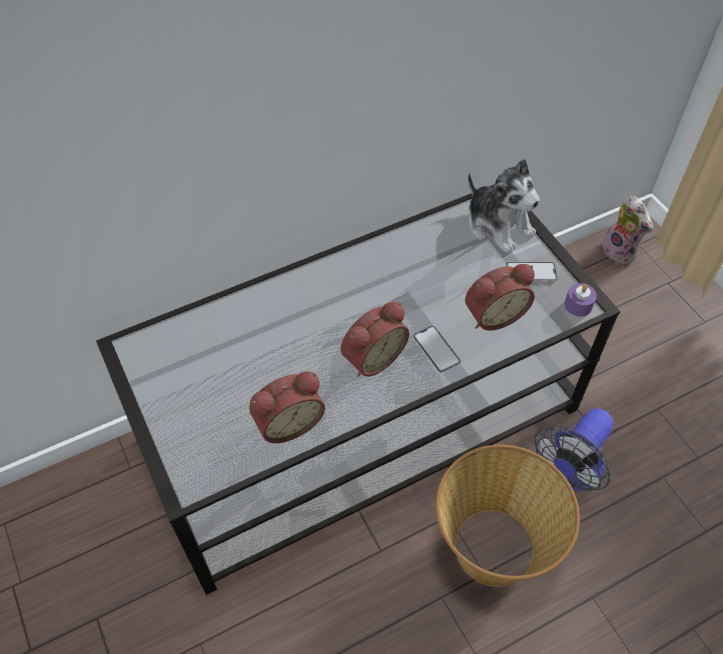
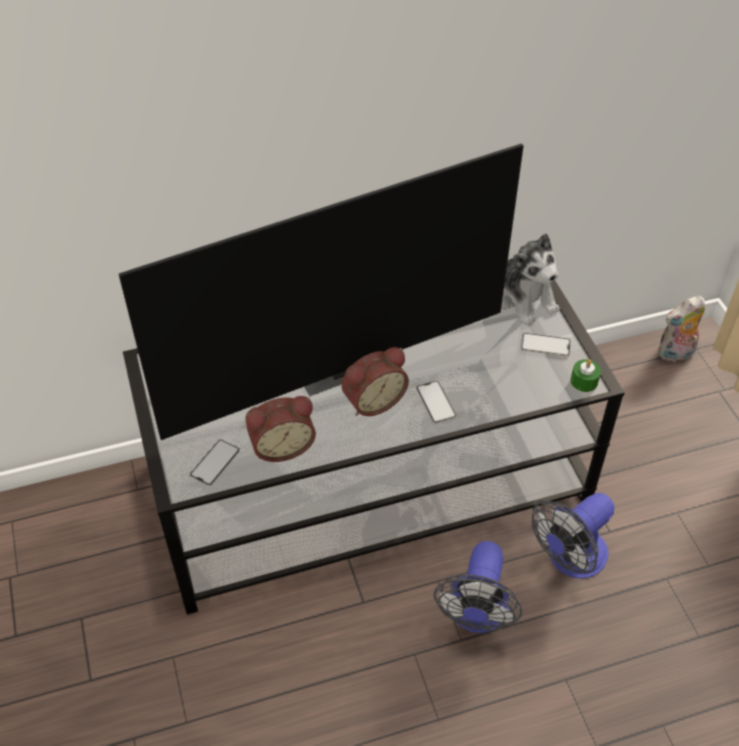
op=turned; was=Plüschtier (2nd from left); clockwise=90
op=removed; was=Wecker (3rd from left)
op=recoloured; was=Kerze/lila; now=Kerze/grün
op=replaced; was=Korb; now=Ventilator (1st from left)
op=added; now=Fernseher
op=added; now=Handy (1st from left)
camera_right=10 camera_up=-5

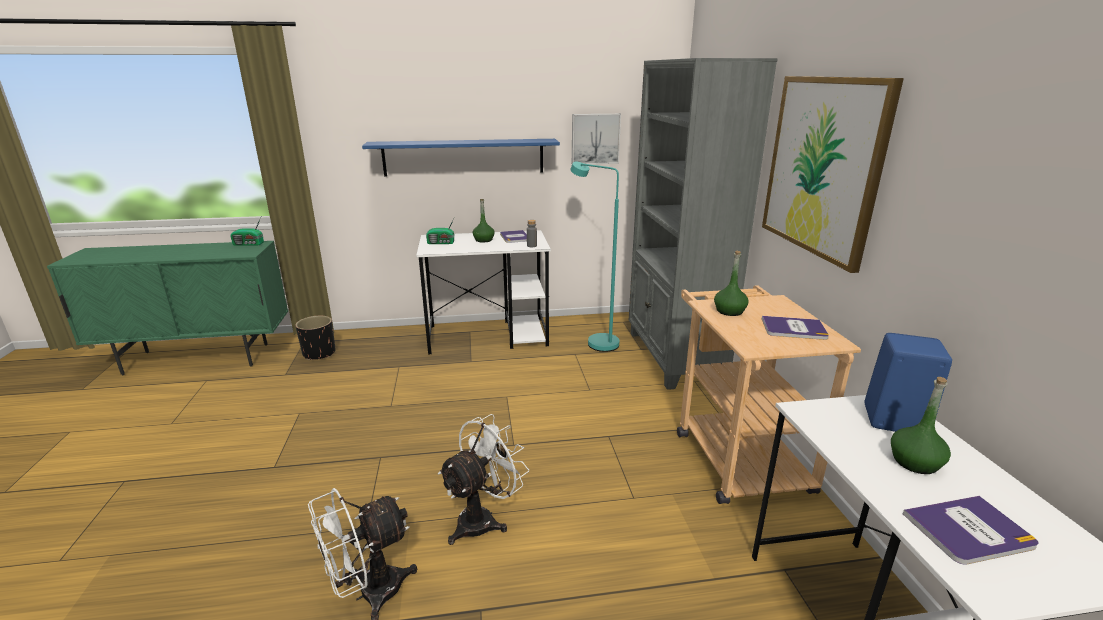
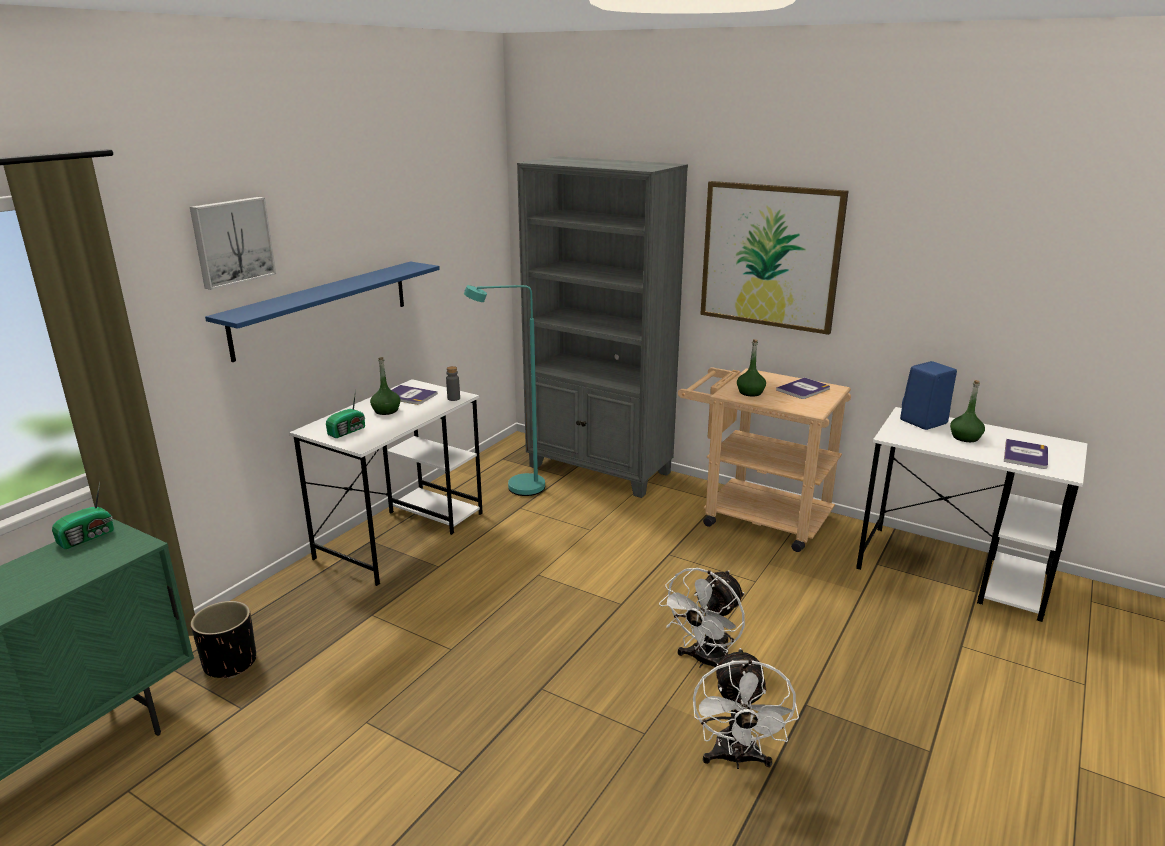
op=moved; was=Bild (1st from left)
op=turned; was=Ventilator/weiß (2nd from left in the first image); clockwise=-135
camera_right=-50 camera_up=0

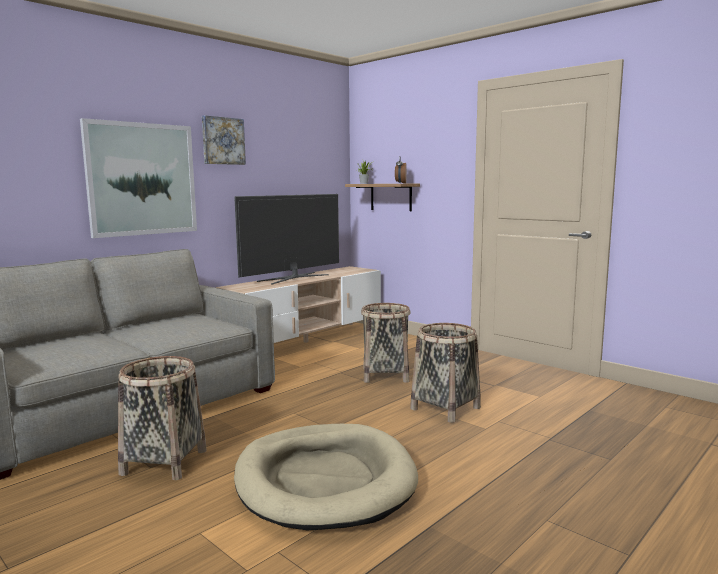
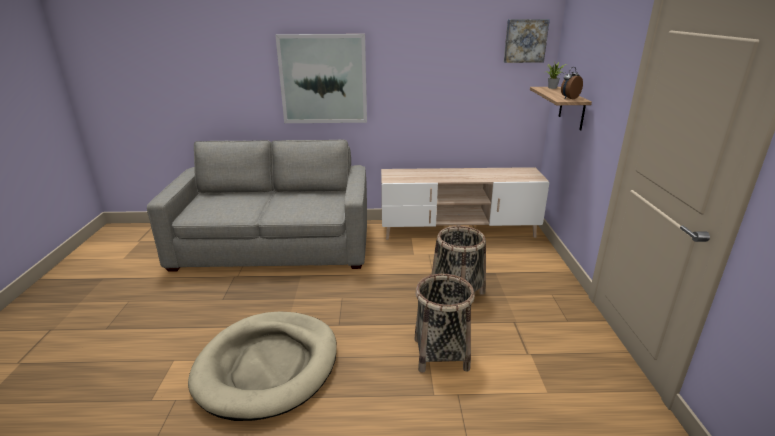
op=moved; was=Bild (2nd from left)
op=removed; was=Fernseher
op=removed; was=Korb (1st from left)
camera_right=45 camera_up=15

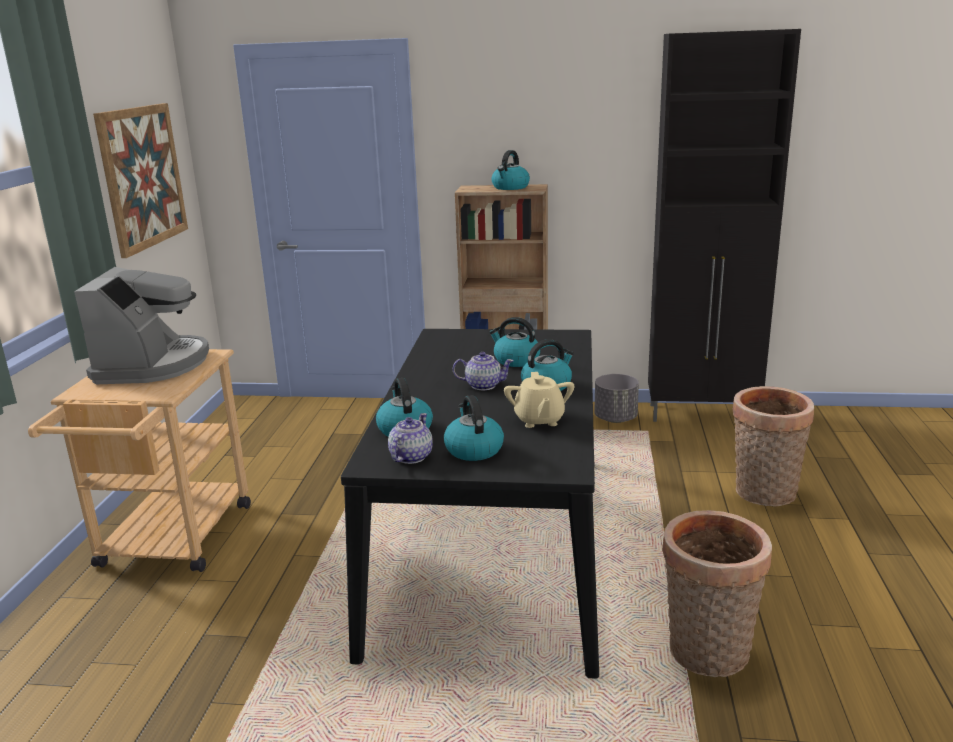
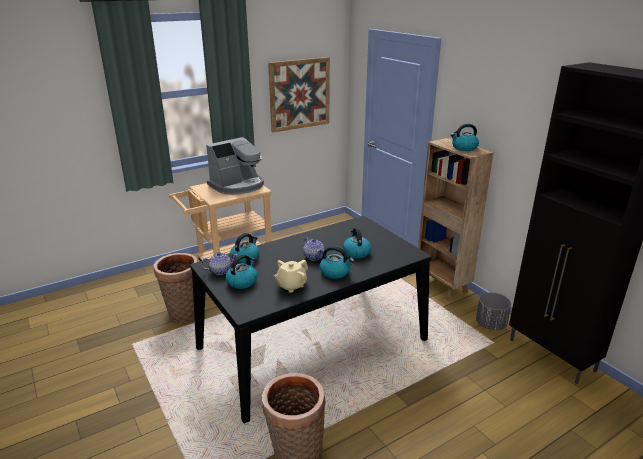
op=moved; was=Korb (2nd from left in the first image); now=Korb (1st from left)
camera_right=50 camera_up=5

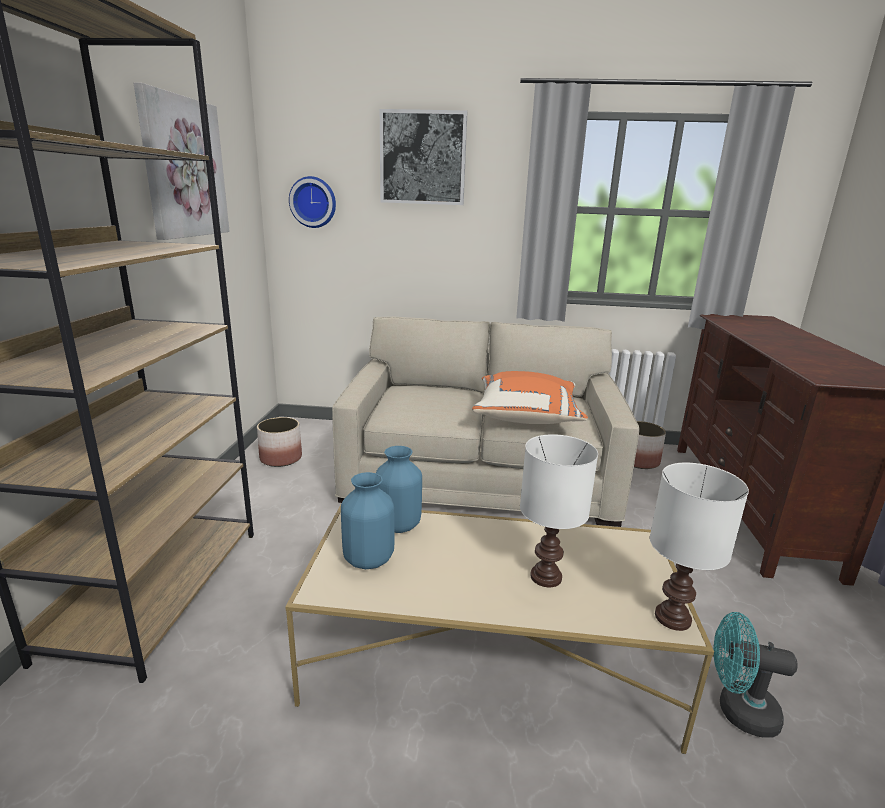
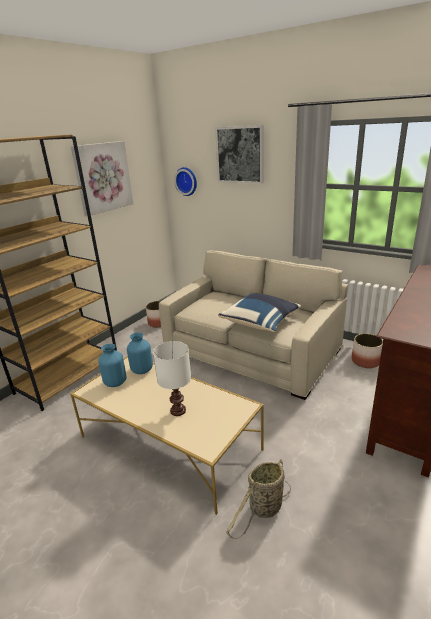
op=recoloured; was=Kissen/orange; now=Kissen/blau
op=removed; was=Tischlampe/weiß (2nd from left)
op=replaced; was=Ventilator/türkis; now=Korb
camera_right=30 camera_up=5

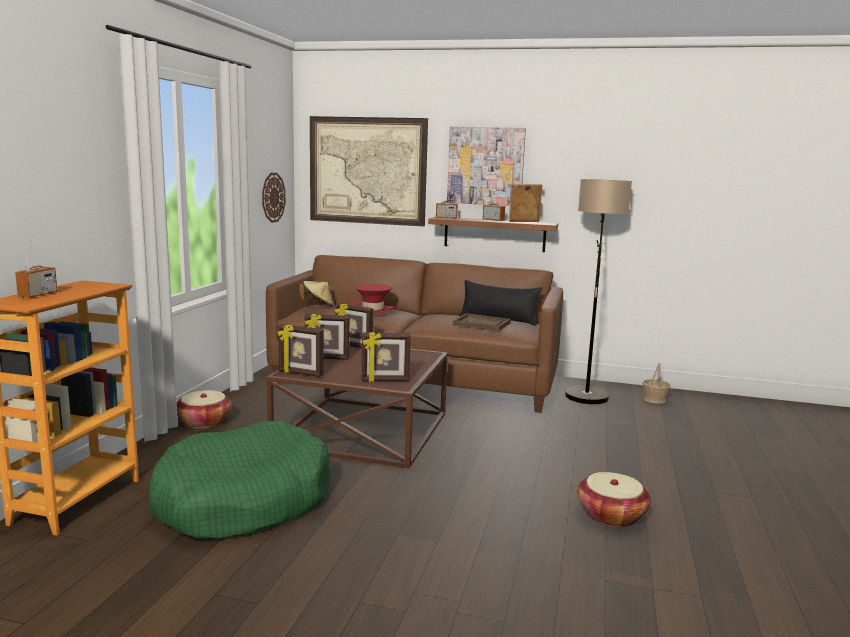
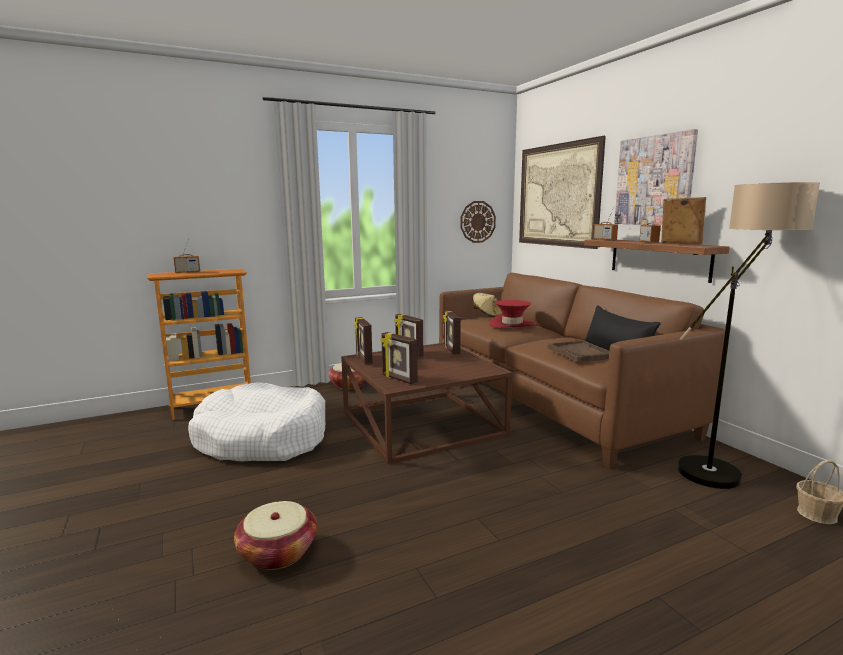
op=recoloured; was=Hundebett/grün; now=Hundebett/weiß
op=moved; was=Korb (2nd from left in the first image); now=Korb (1st from left)
camera_right=50 camera_up=0

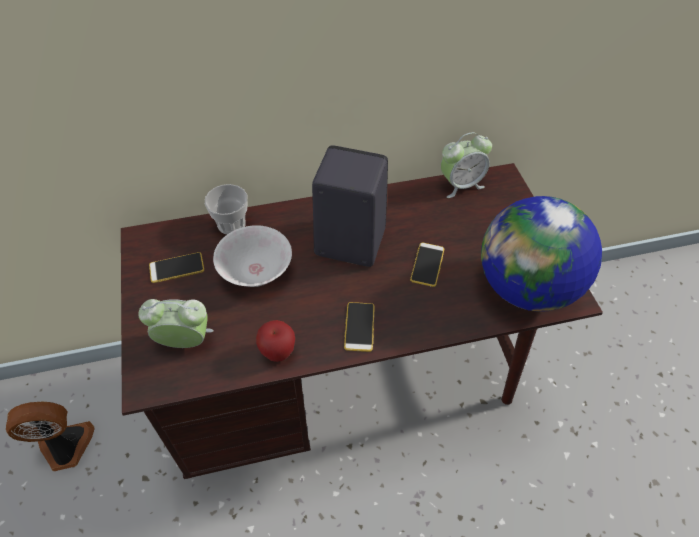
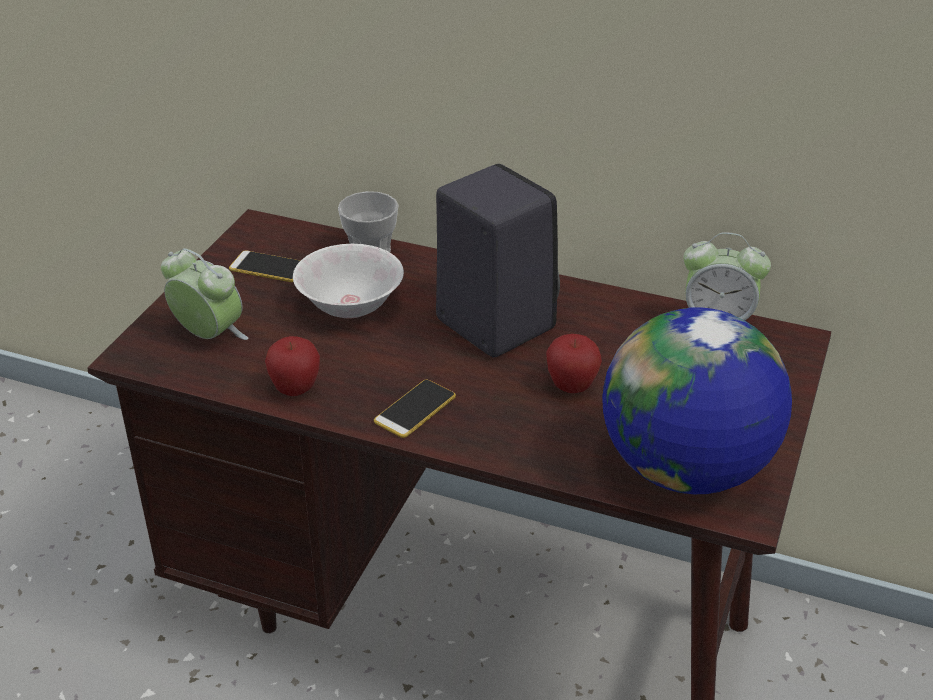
op=replaced; was=Handy (3rd from left); now=Apfel (2nd from left)
op=removed; was=Ventilator
camera_right=35 camera_up=-15

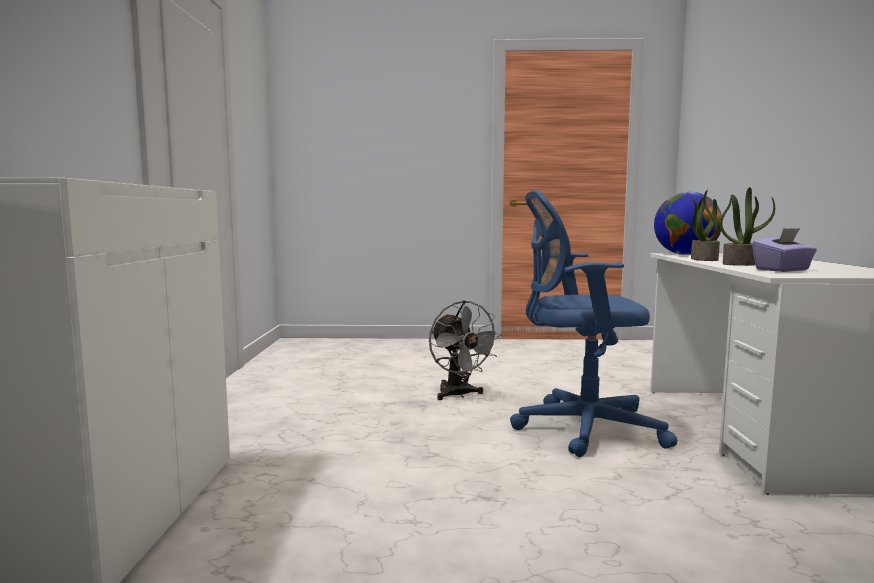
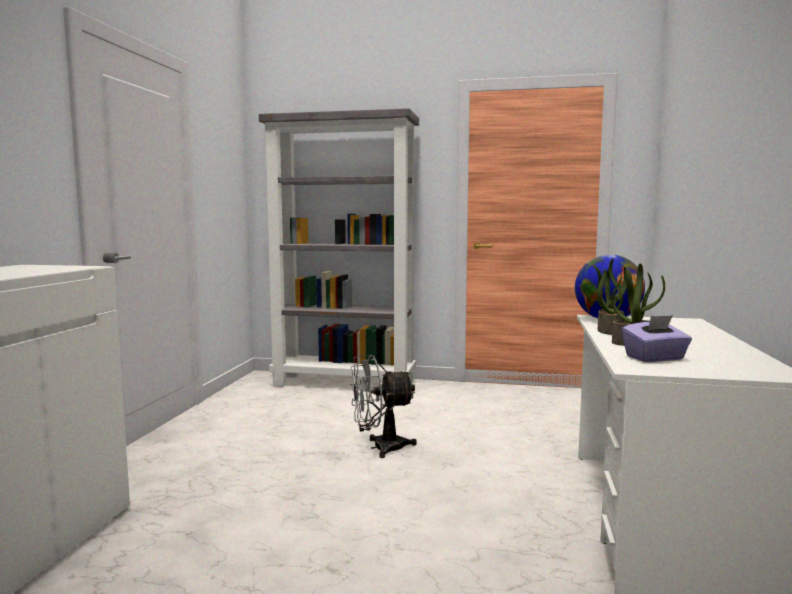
op=removed; was=Bürostuhl/blau
op=turned; was=Ventilator/grau; clockwise=90
op=added; now=Bücherregal/grau
camera_right=10 camera_up=0

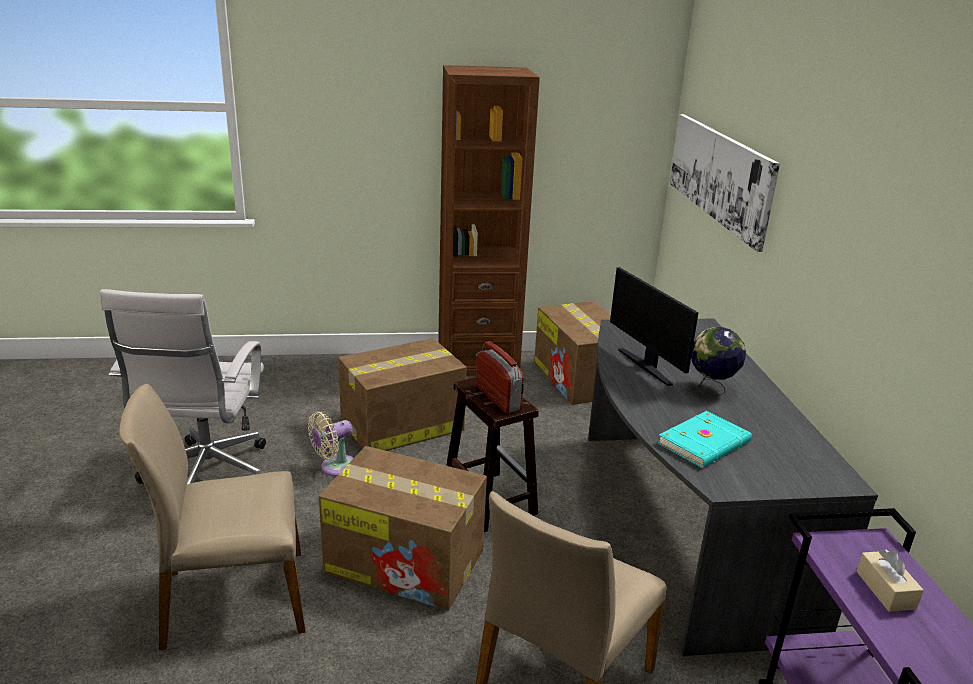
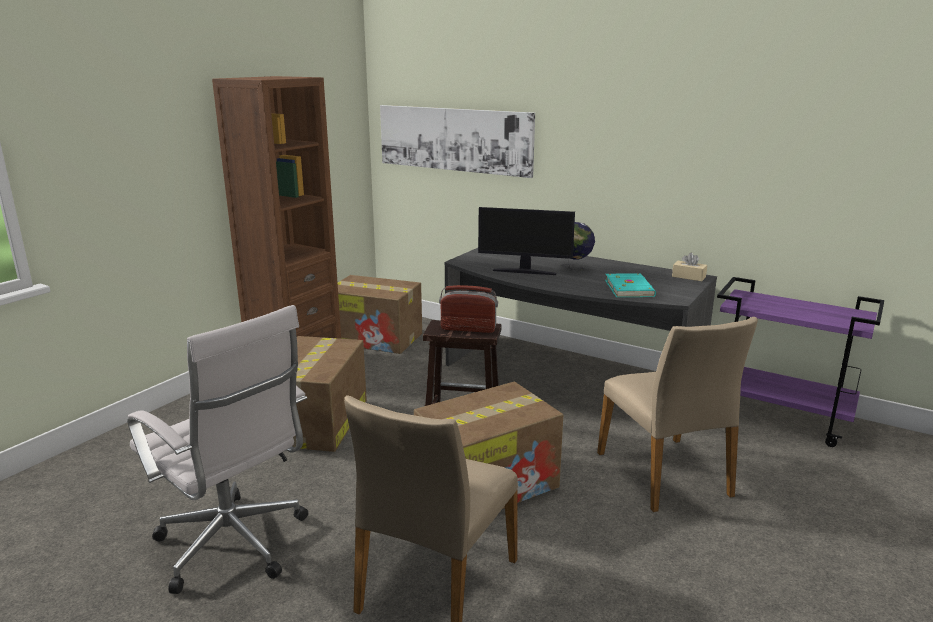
op=removed; was=Ventilator/beige
op=moved; was=Taschentuchbox/beige
camera_right=-50 camera_up=-5

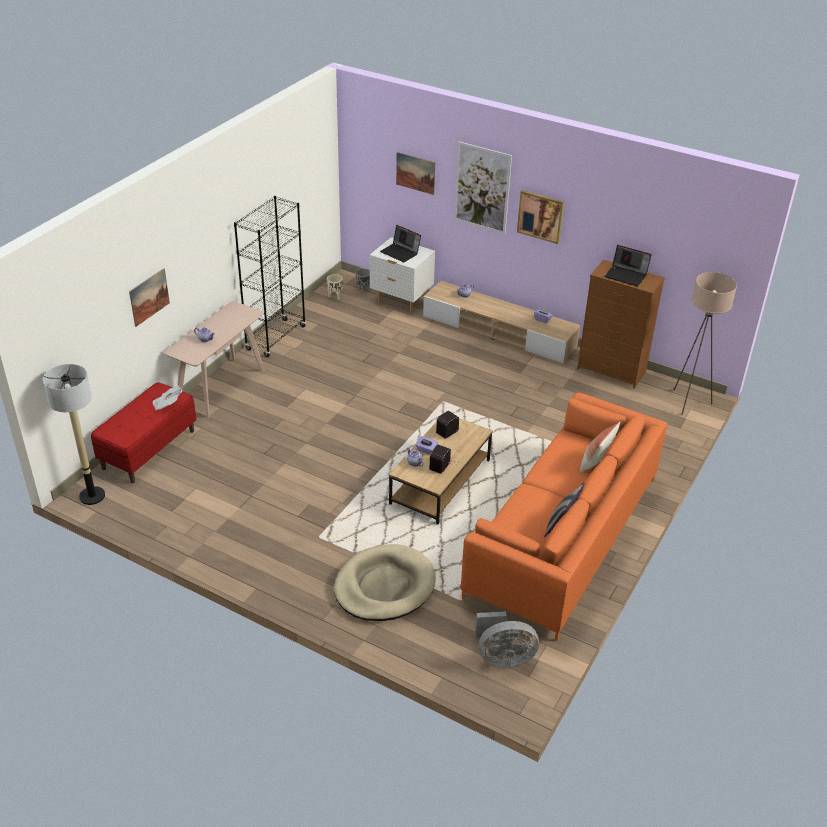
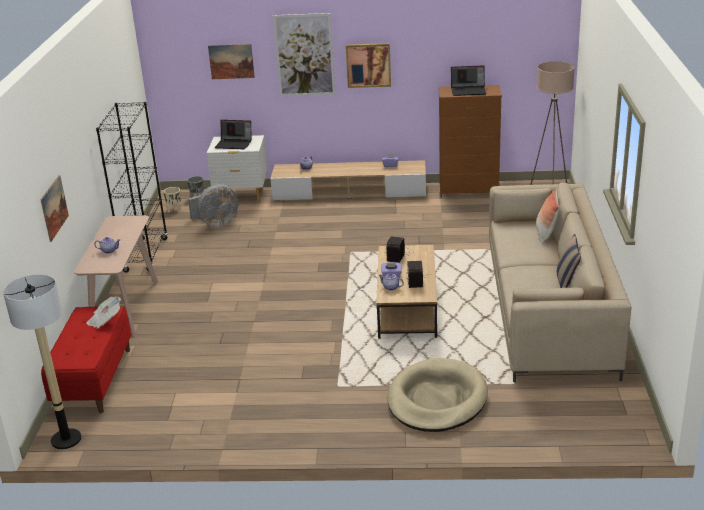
op=recoloured; was=Sofa/orange; now=Sofa/beige
op=moved; was=Ventilator/grau
camera_right=-25 camera_up=-10

